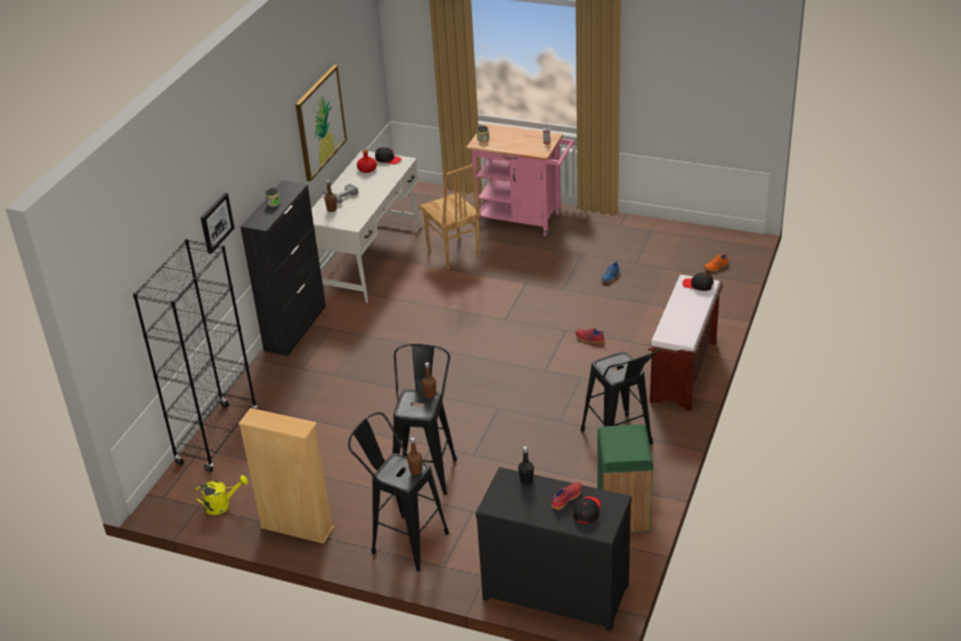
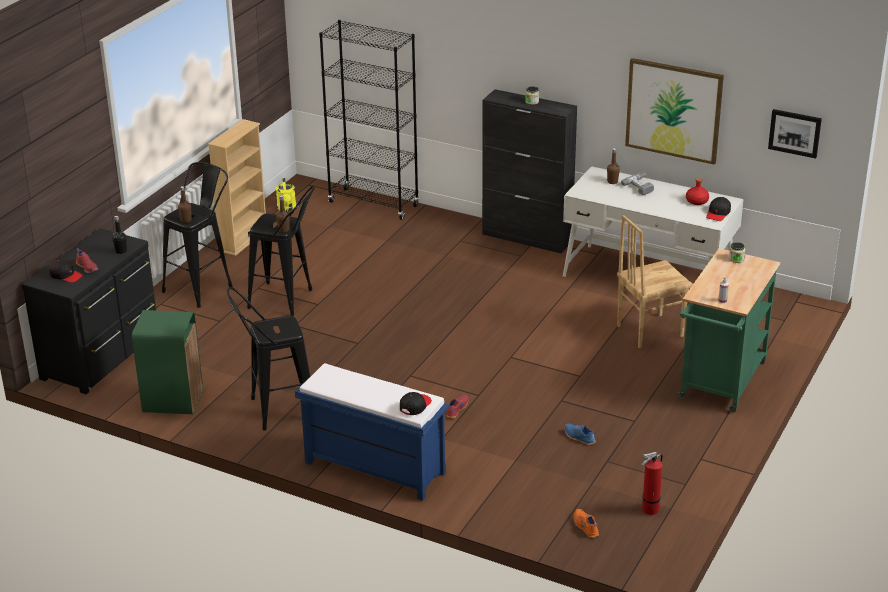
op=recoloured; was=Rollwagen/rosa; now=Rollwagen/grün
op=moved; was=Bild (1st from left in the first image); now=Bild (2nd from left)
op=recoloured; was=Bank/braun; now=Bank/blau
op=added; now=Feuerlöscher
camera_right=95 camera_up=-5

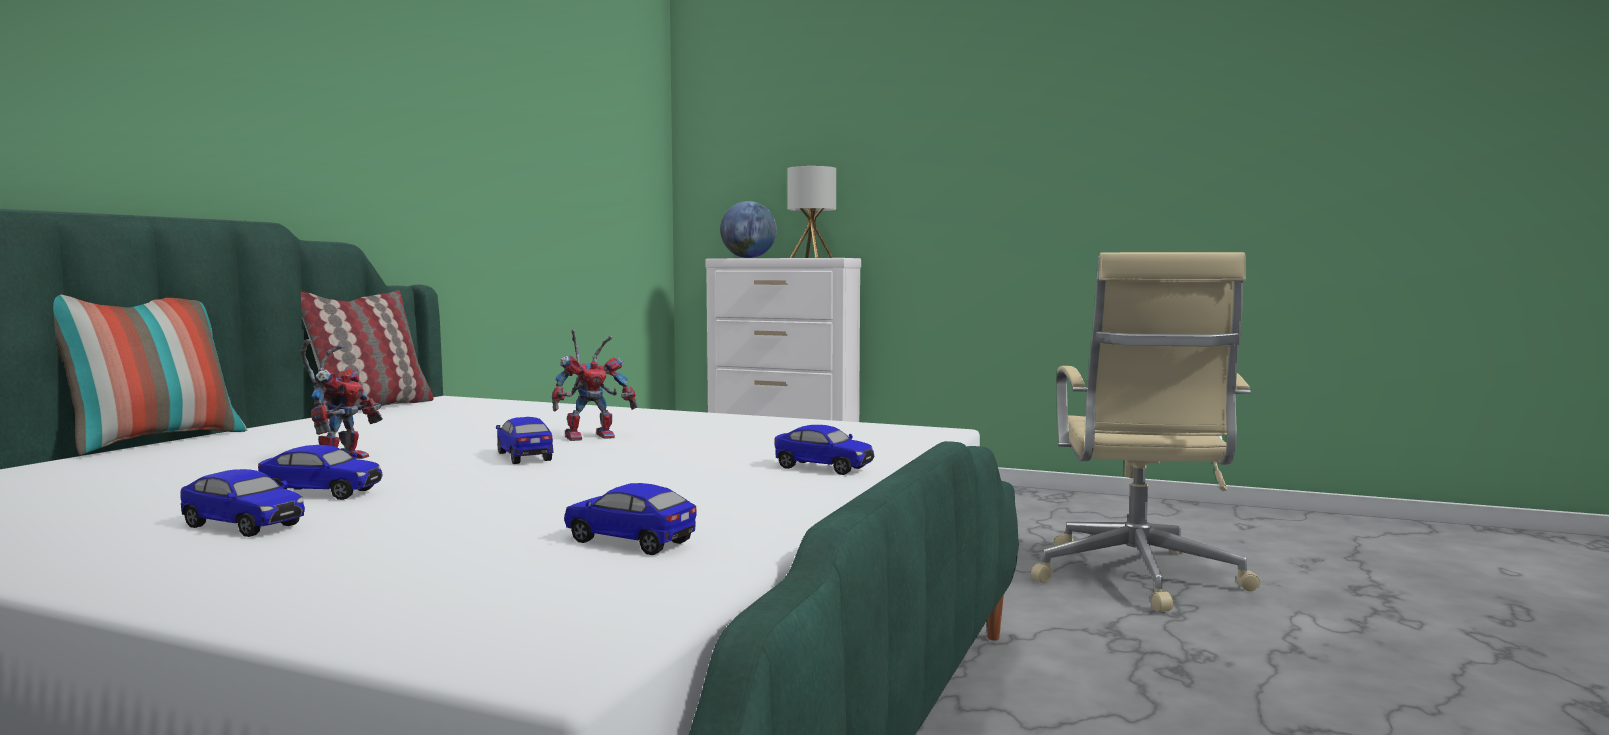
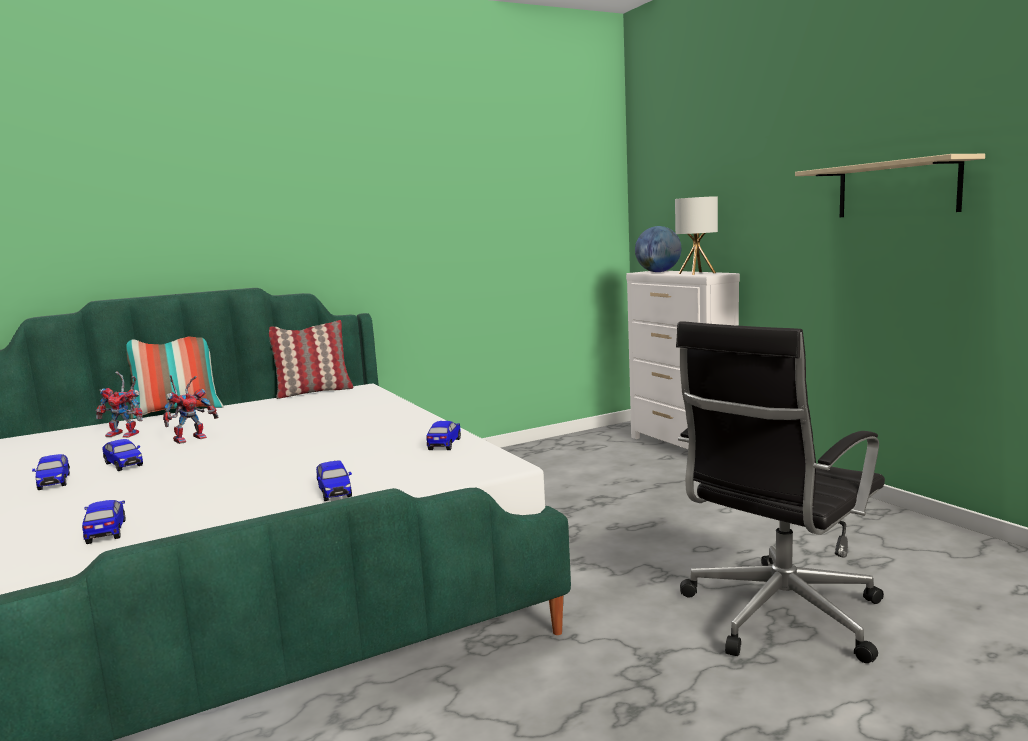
op=recoloured; was=Bürostuhl/beige; now=Bürostuhl/schwarz
op=moved; was=Spielzeugroboter (2nd from left in the first image); now=Spielzeugroboter (1st from left)
op=moved; was=Spielzeugauto (3rd from left in the first image); now=Spielzeugauto (5th from left)
op=added; now=Wandregal/beige
camera_right=40 camera_up=5

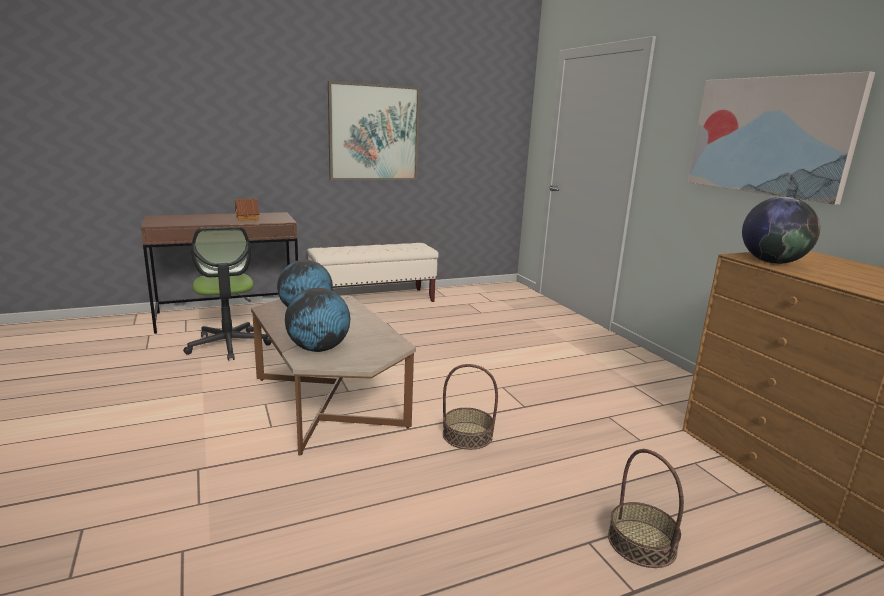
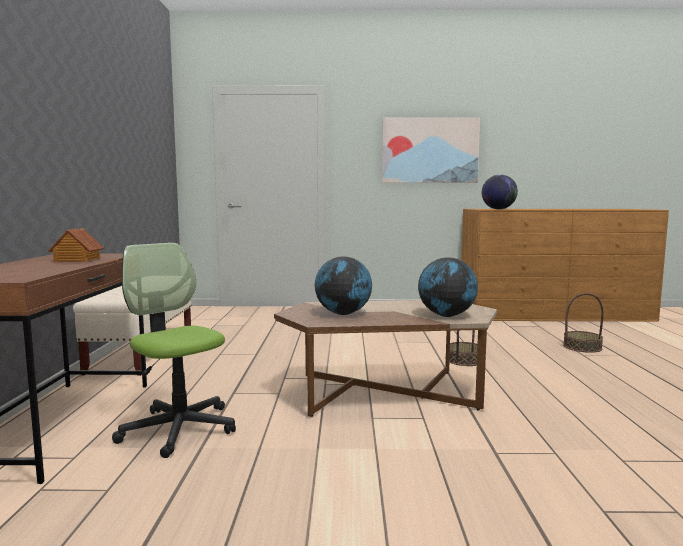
op=removed; was=Bild (1st from left)
op=turned; was=Bürostuhl; clockwise=-135
camera_right=-65 camera_up=-10

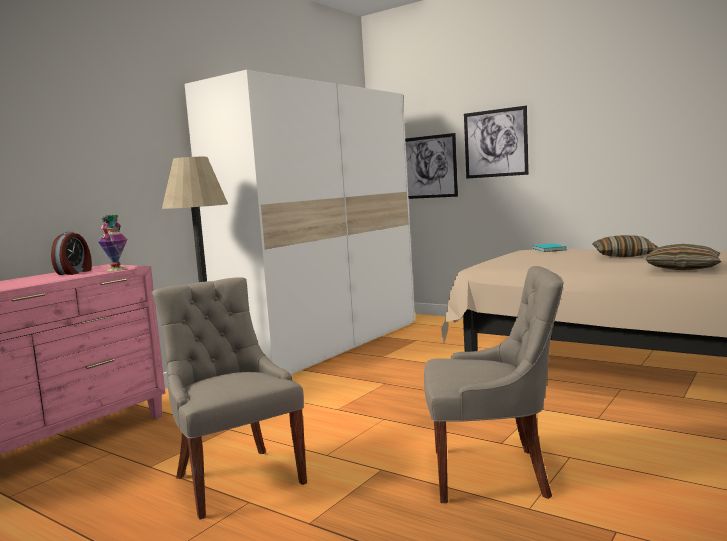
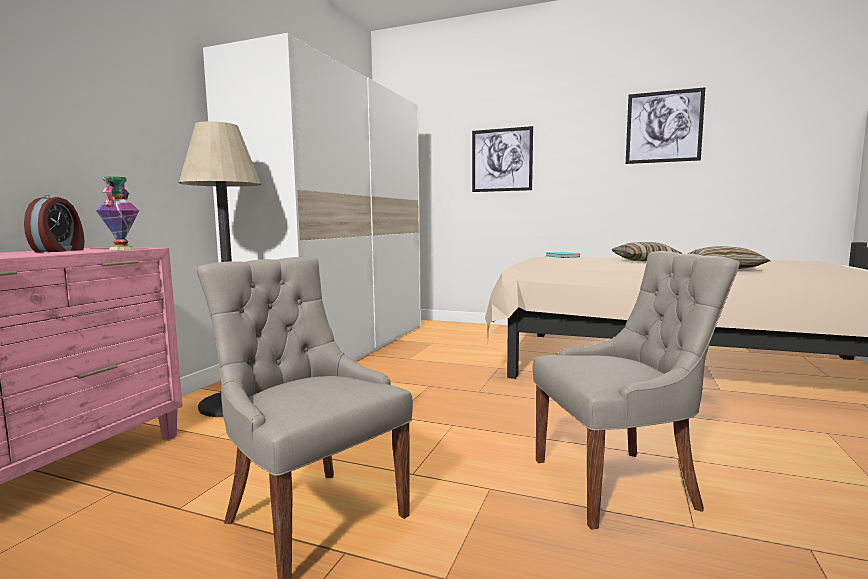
op=moved; was=Bild (1st from left in the first image); now=Bild (2nd from left)
camera_right=-15 camera_up=0

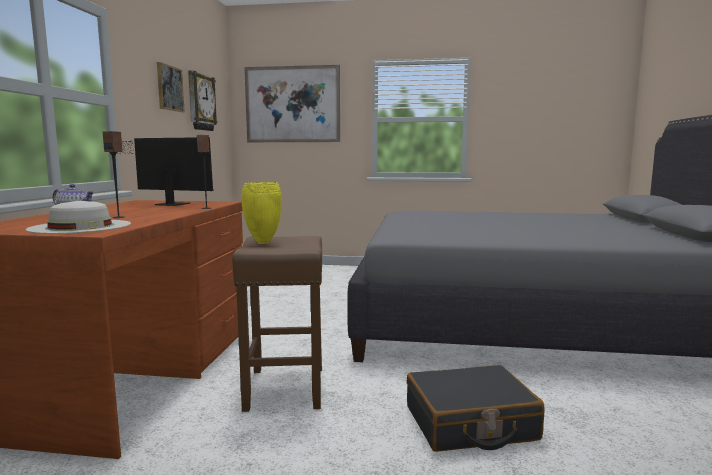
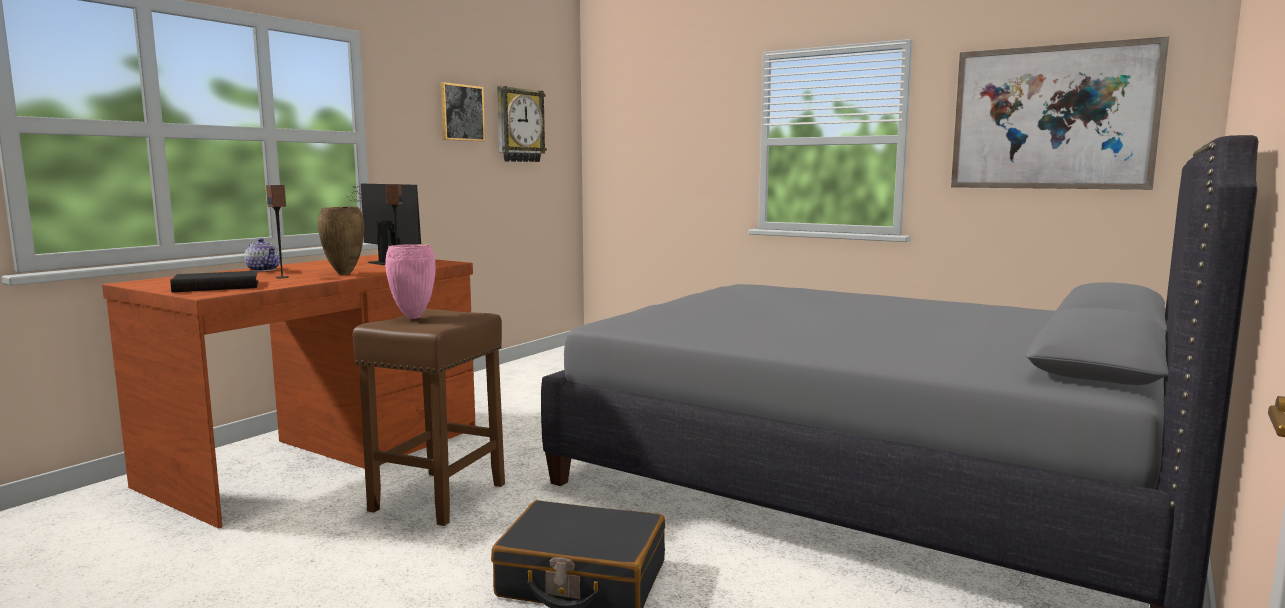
op=moved; was=Bild (2nd from left)
op=recoloured; was=Vase/gelb; now=Vase/rosa
op=replaced; was=Hut/weiß; now=Buch/schwarz
op=added; now=Vase/braun
camera_right=25 camera_up=0

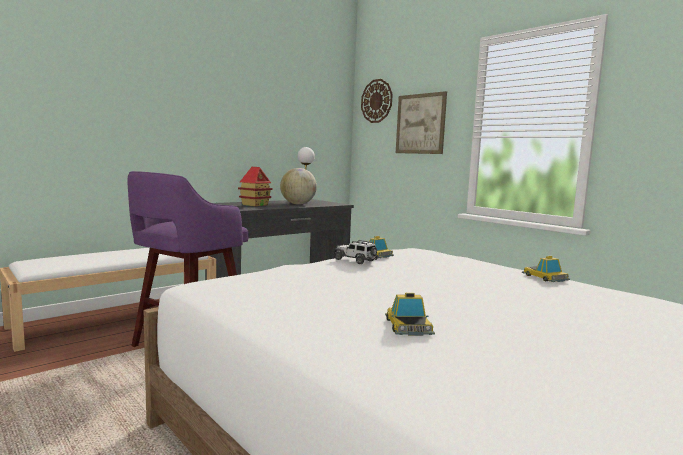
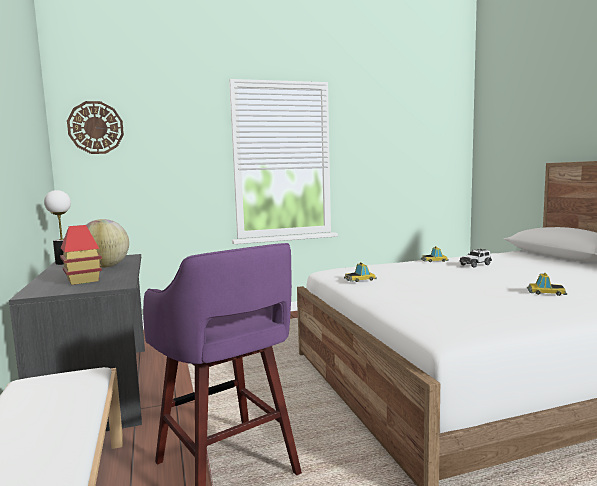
op=removed; was=Bild
op=moved; was=Spielzeugauto (1st from left in the first image); now=Spielzeugauto (3rd from left)
camera_right=-65 camera_up=0

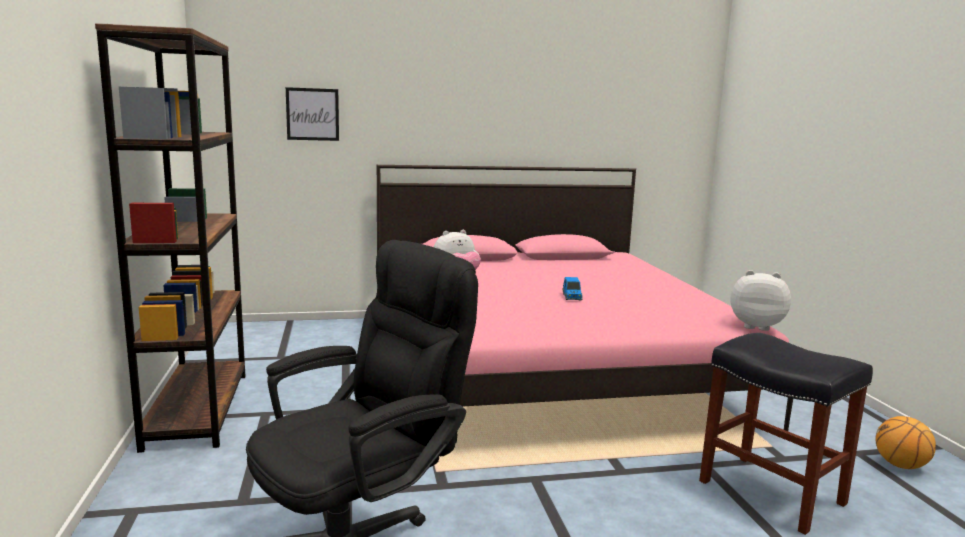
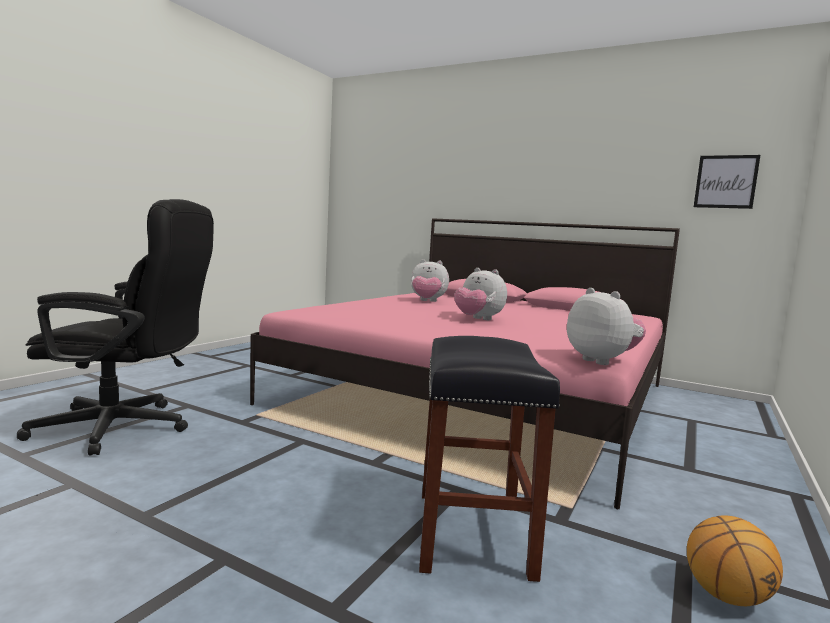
op=removed; was=Bücherregal/braun
op=moved; was=Bild
op=replaced; was=Spielzeugauto; now=Plüschtier (2nd from left)
camera_right=40 camera_up=-5

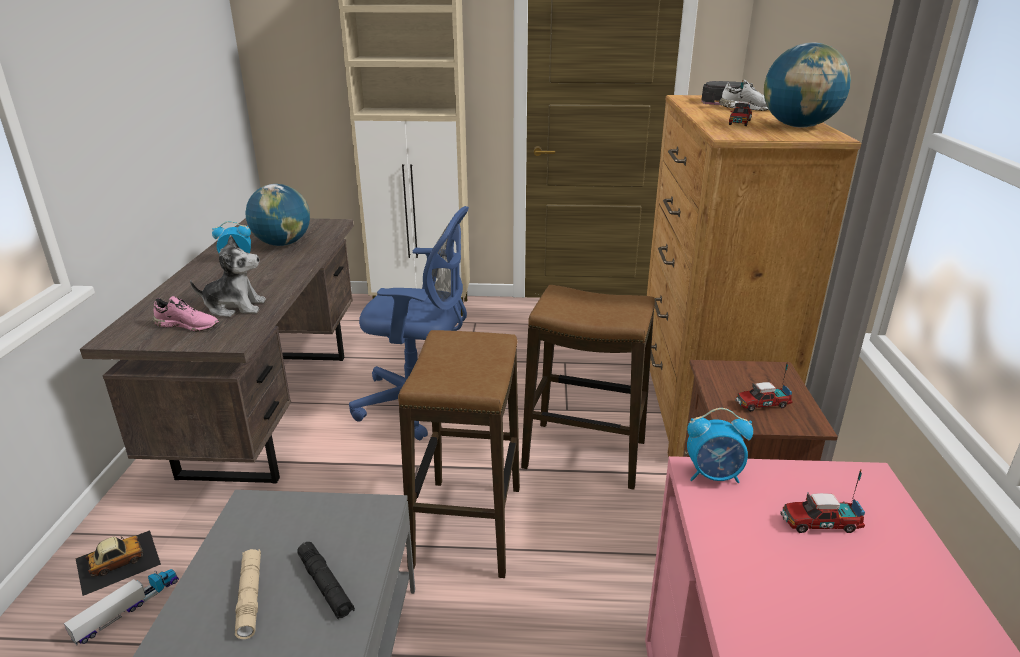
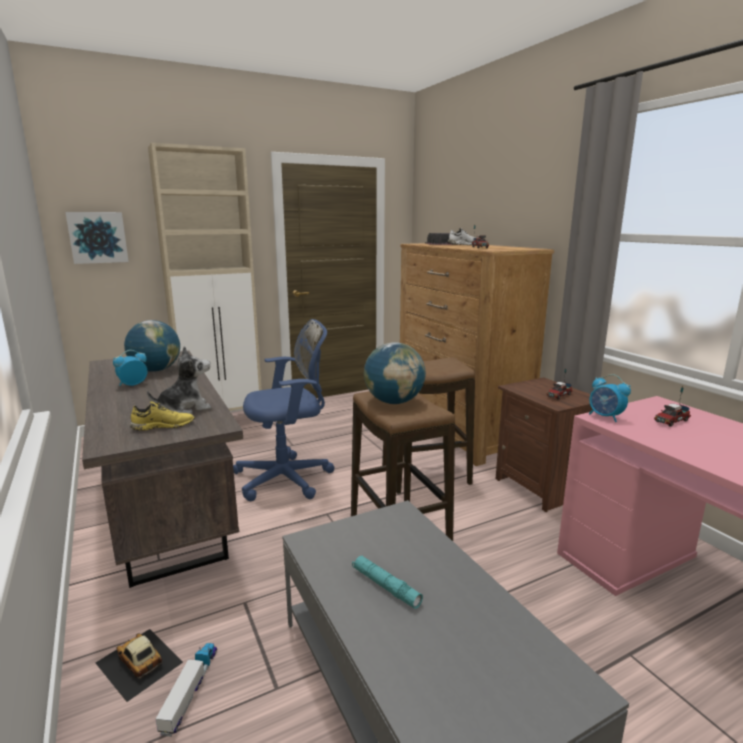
op=moved; was=Globus (2nd from left)
op=recoloured; was=Schuh/rosa; now=Schuh/gelb
op=turned; was=Wecker (2nd from left); clockwise=75
op=turned; was=Spielzeugauto; clockwise=-75
op=removed; was=Taschenlampe/schwarz
op=recoloured; was=Taschenlampe/beige; now=Taschenlampe/türkis
op=added; now=Bild
camera_right=-30 camera_up=-10

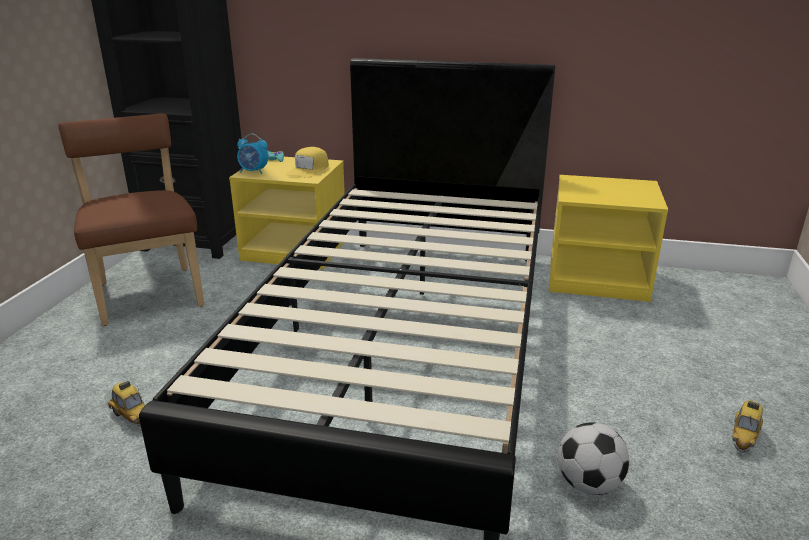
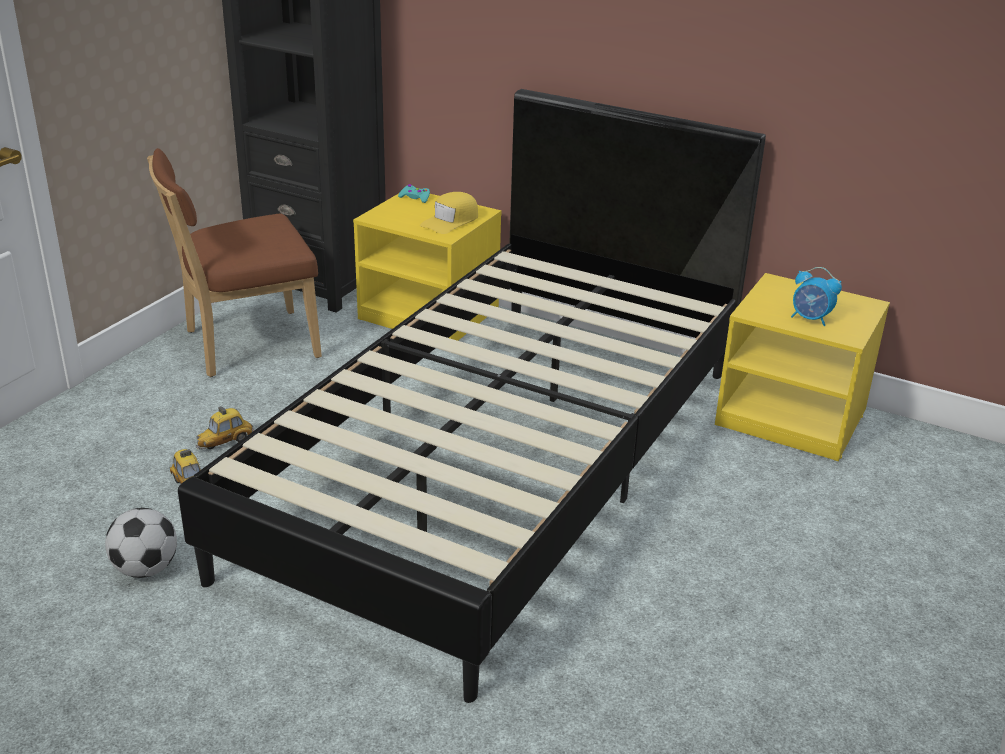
op=turned; was=Stuhl/braun; clockwise=-105
op=moved; was=Wecker
op=moved; was=Spielzeugauto (2nd from left)
op=moved; was=Fußball
camera_right=15 camera_up=5

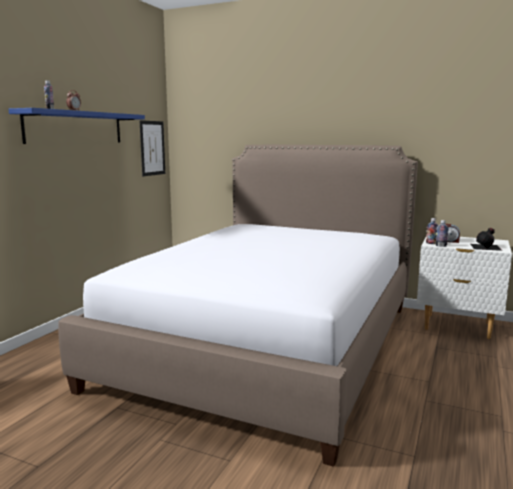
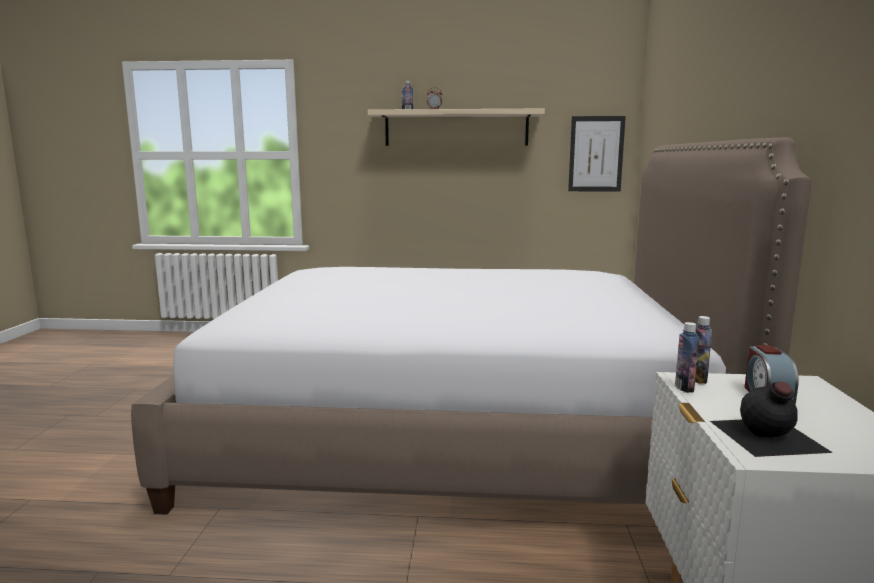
op=recoloured; was=Wandregal/blau; now=Wandregal/beige
camera_right=70 camera_up=0

